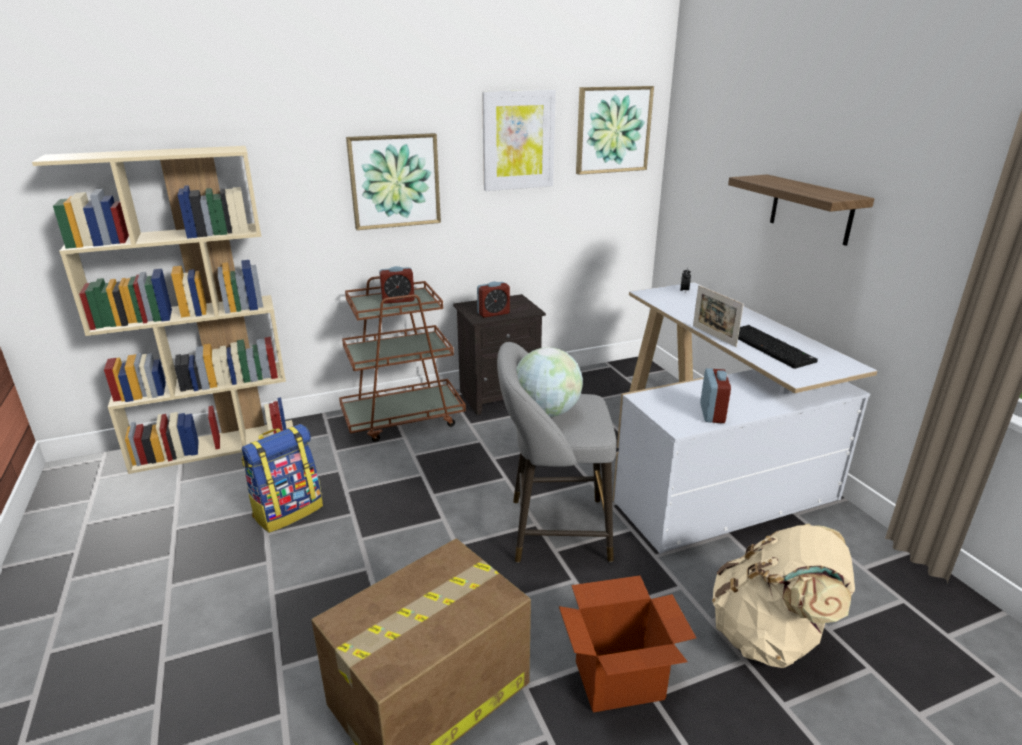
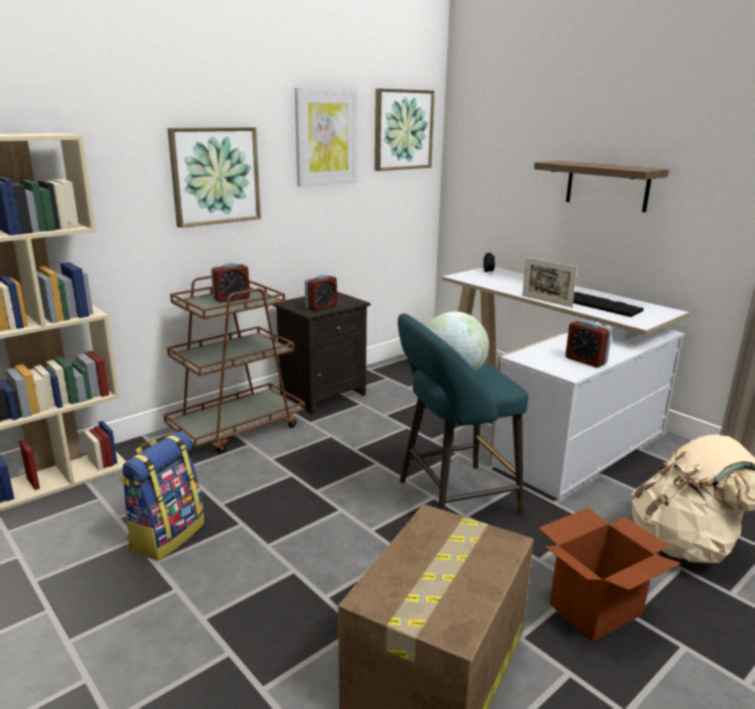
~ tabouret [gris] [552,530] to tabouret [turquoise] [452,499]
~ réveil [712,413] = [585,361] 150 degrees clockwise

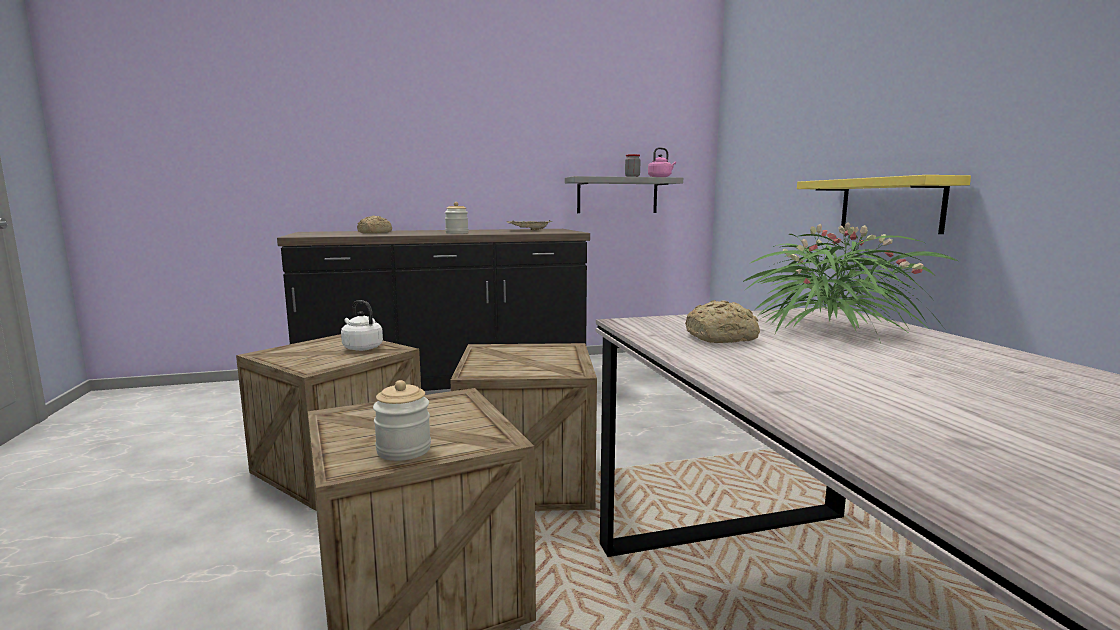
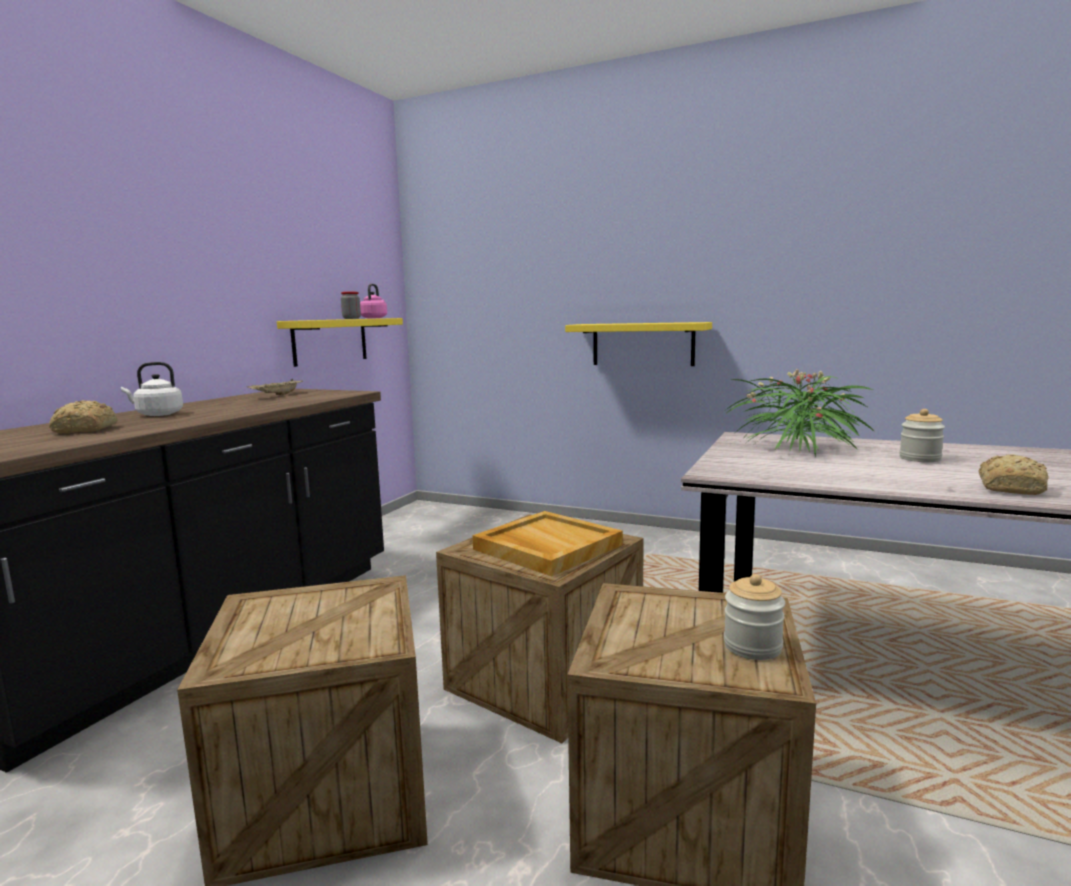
~ étagère [gris] [617,195] to étagère [jaune] [330,341]
~ bocal [457,233] to [920,458]
~ bouilloire [blanc] [361,348] to [157,414]
~ pain [722,338] to [1011,488]
+ plateau [beige] [546,547]

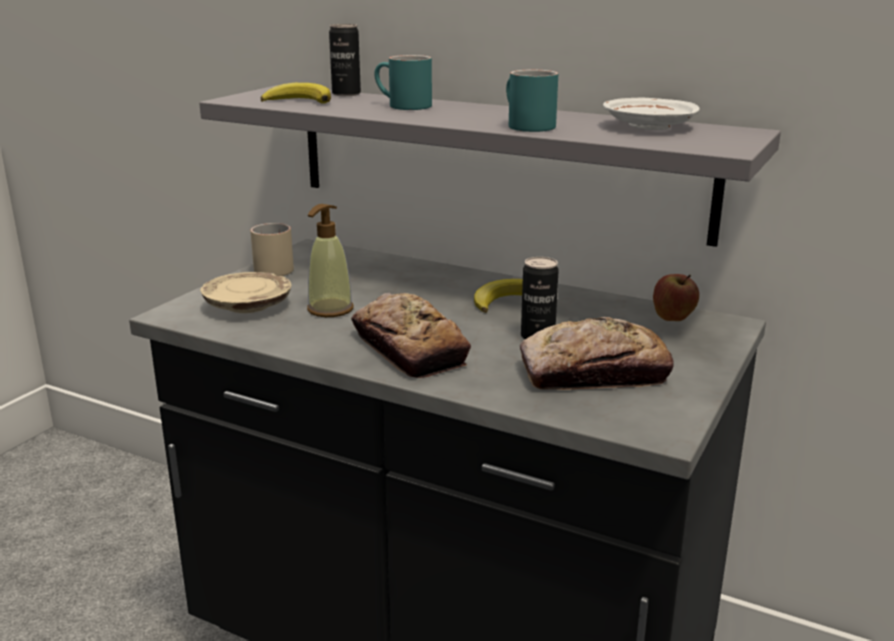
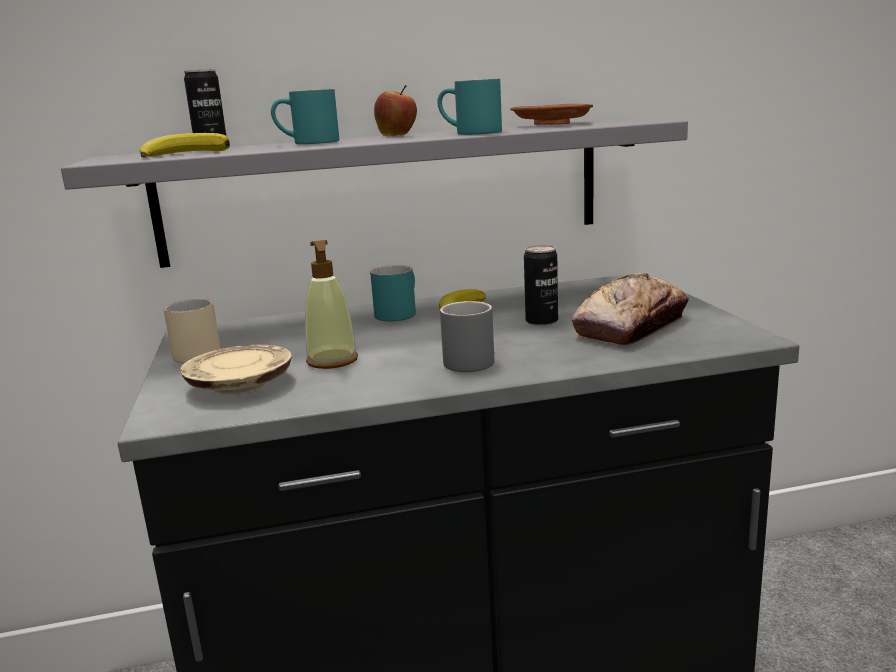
~ assiette [blanc] [648,126] to assiette [marron] [551,124]
~ pomme [673,319] to [397,135]
~ pain [409,349] to mug [gris] [471,359]
+ mug [turquoise] [398,313]

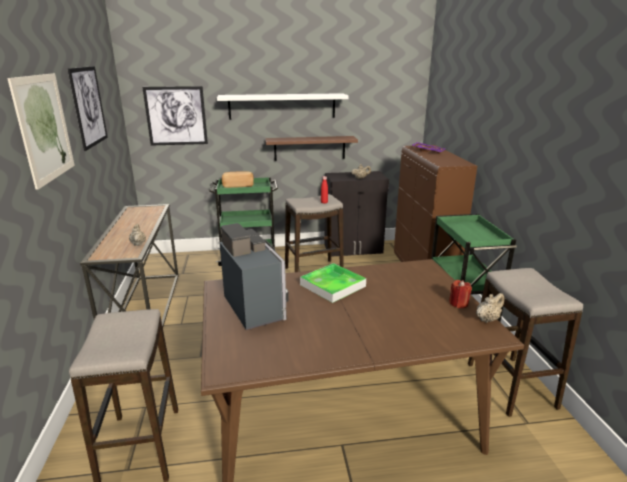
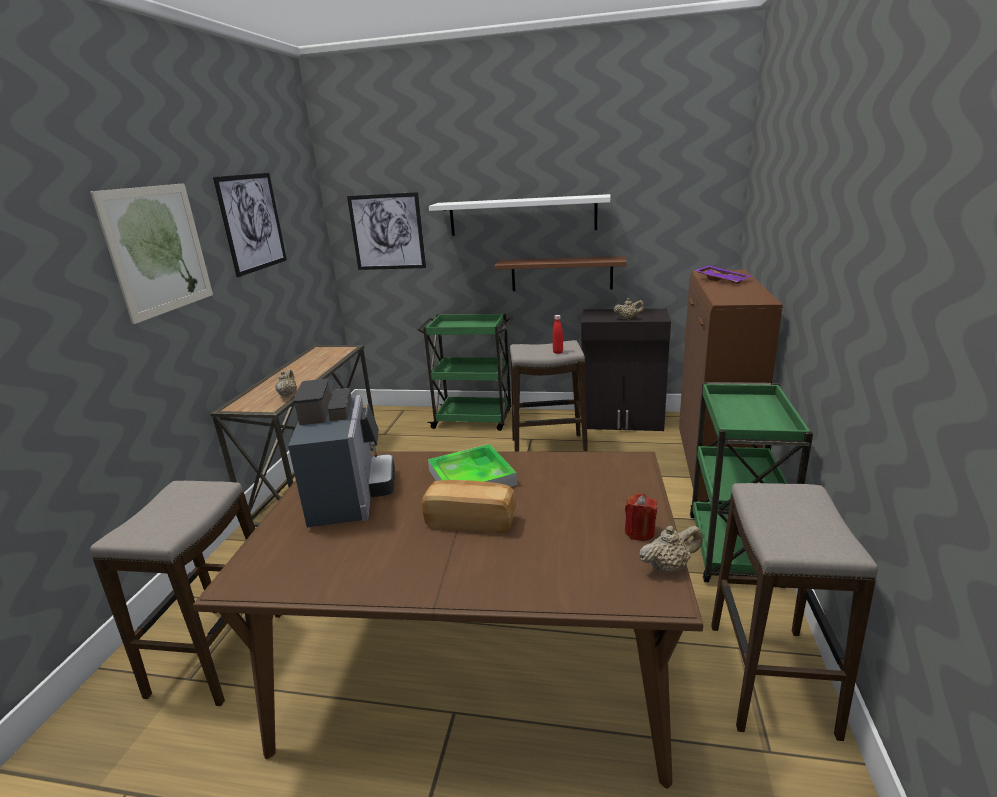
~ pain [238,185] to [471,520]

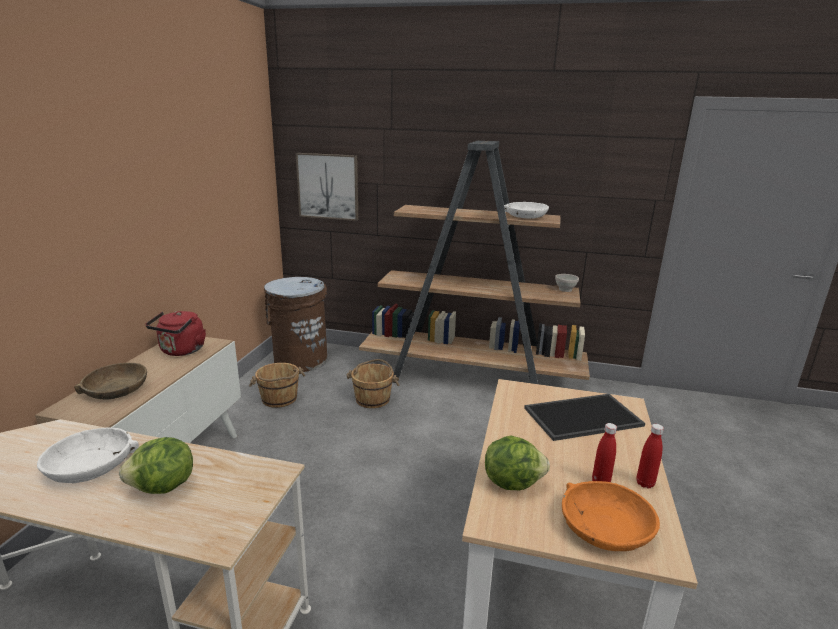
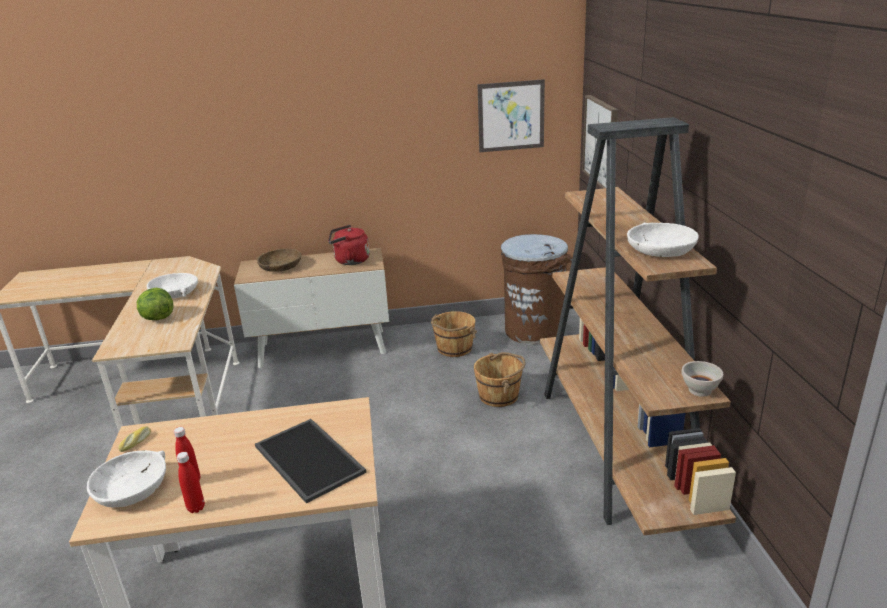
- laitue [512,482]
~ bol [orange] [604,527] to bol [blanc] [131,488]
+ tableau [511,116]
+ pain [136,442]

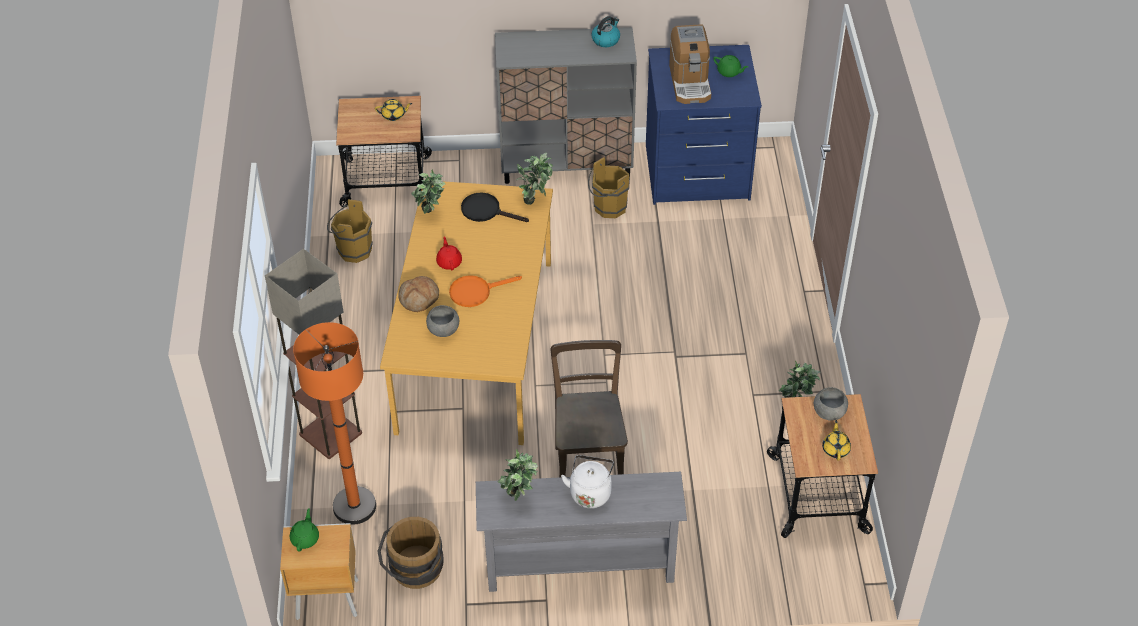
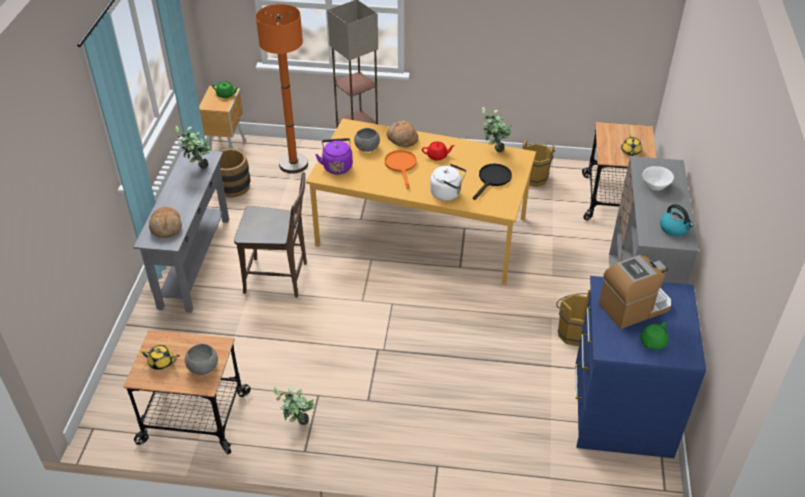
~ machine à café [690,82] = [634,307] 150 degrees clockwise
- plante en pot [536,200]
~ bouilloire [blanc] [590,492] to [447,193]
+ bouilloire [violet] [337,166]
+ bol [blanc] [655,185]
+ pain [166,227]

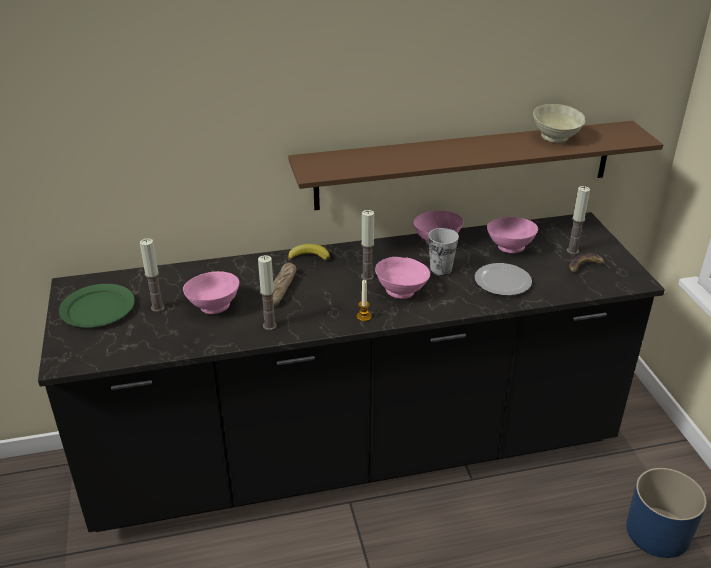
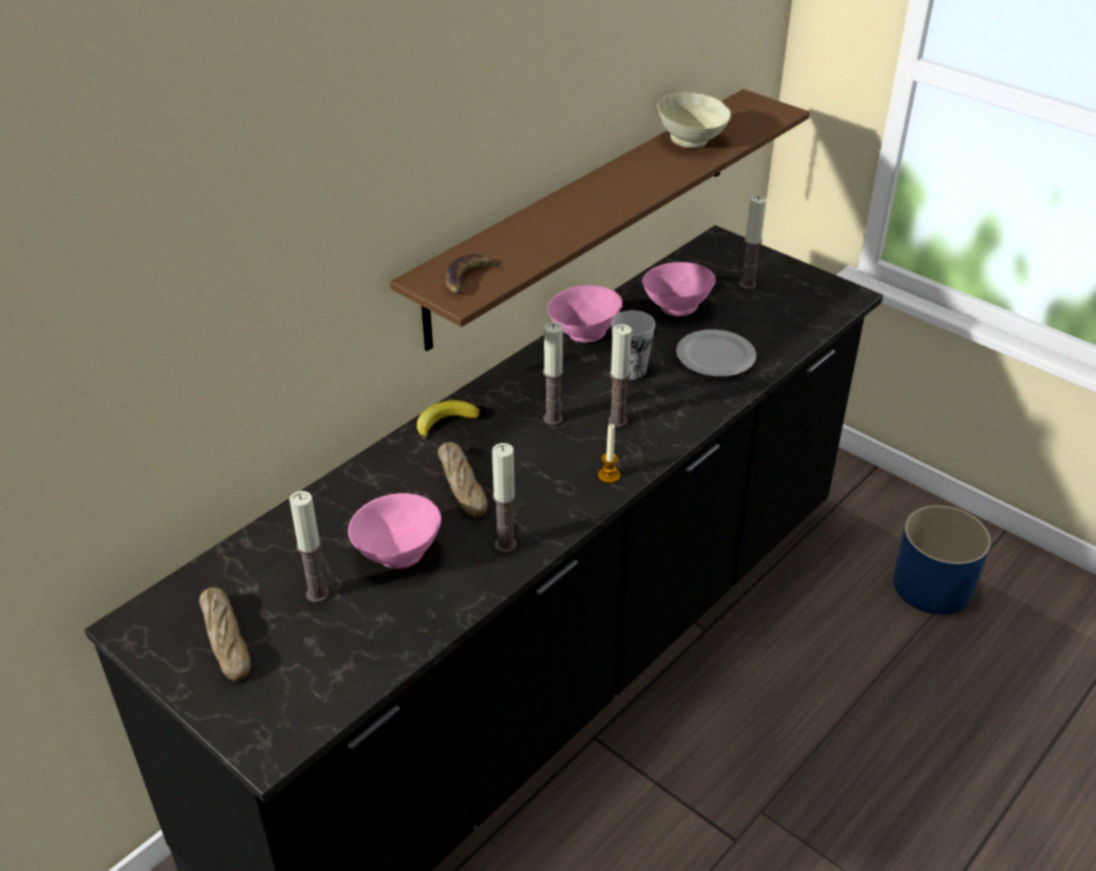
~ banane [586,267] to [469,278]
~ bol [rose] [402,291] to bougie [617,420]
~ assiette [vert] [98,308] to pain [226,639]

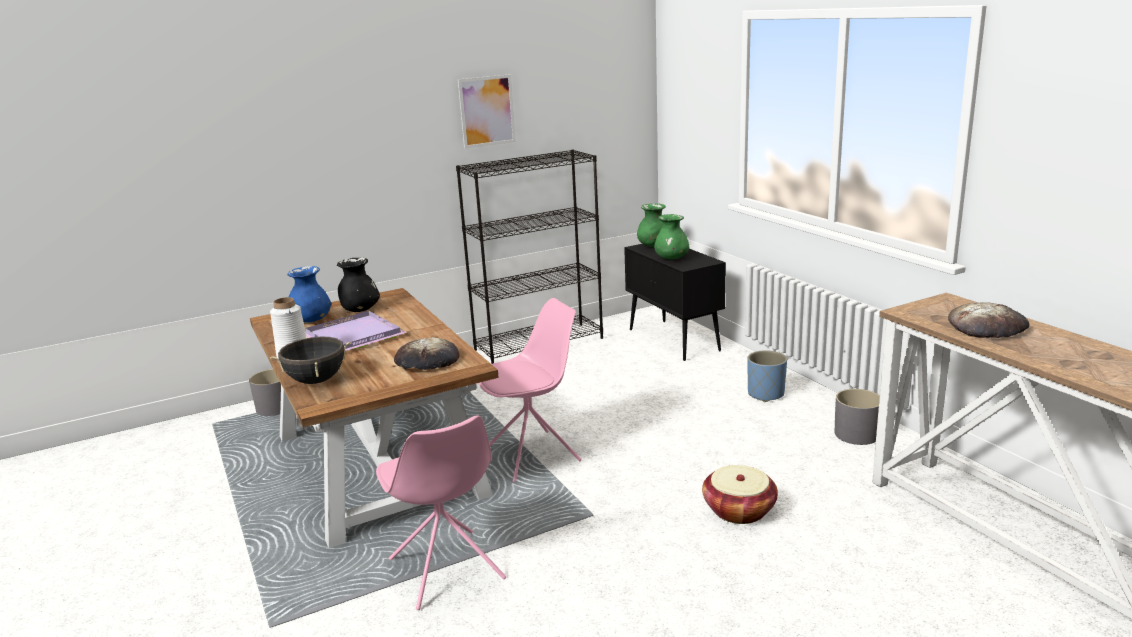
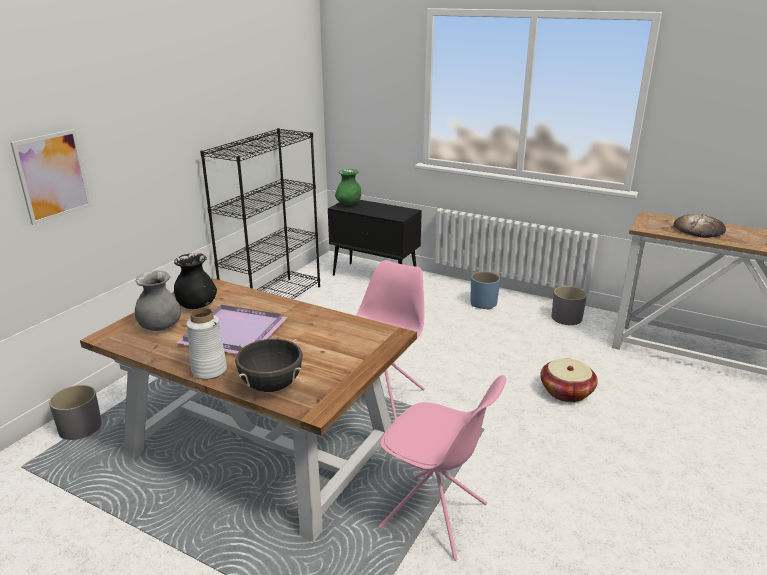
~ tableau [487,111] to [53,176]
- vase [vert] [672,258]
~ vase [bleu] [311,320] to vase [gris] [160,327]
- pain [427,360]

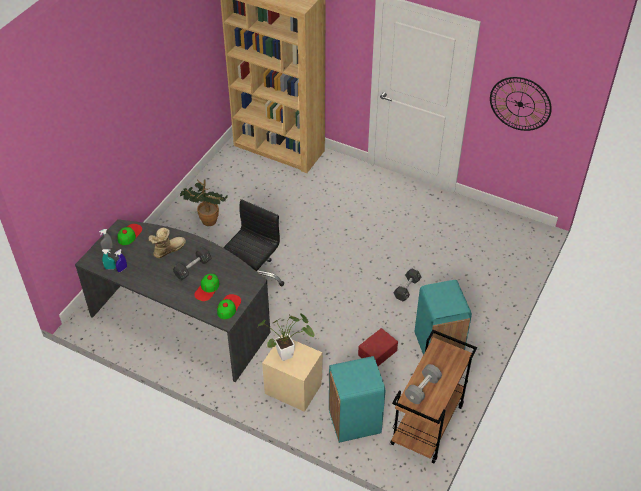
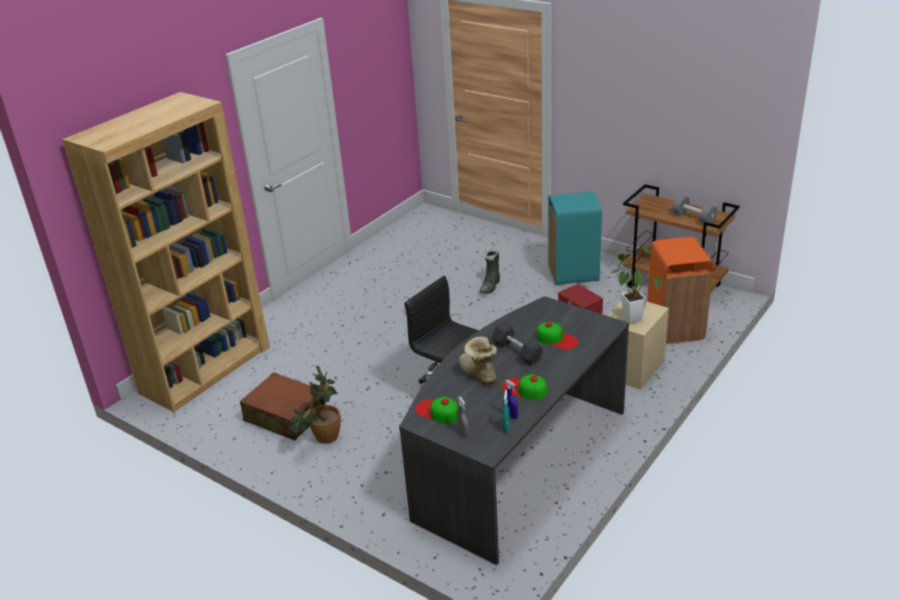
- horloge murale [520,104]
~ haltère [noir] [407,289] to botte [noir] [490,286]
~ casquette [228,306] to [524,389]
~ poubelle [turquoise] [354,422] to poubelle [orange] [674,329]
+ valise [marron] [285,416]

